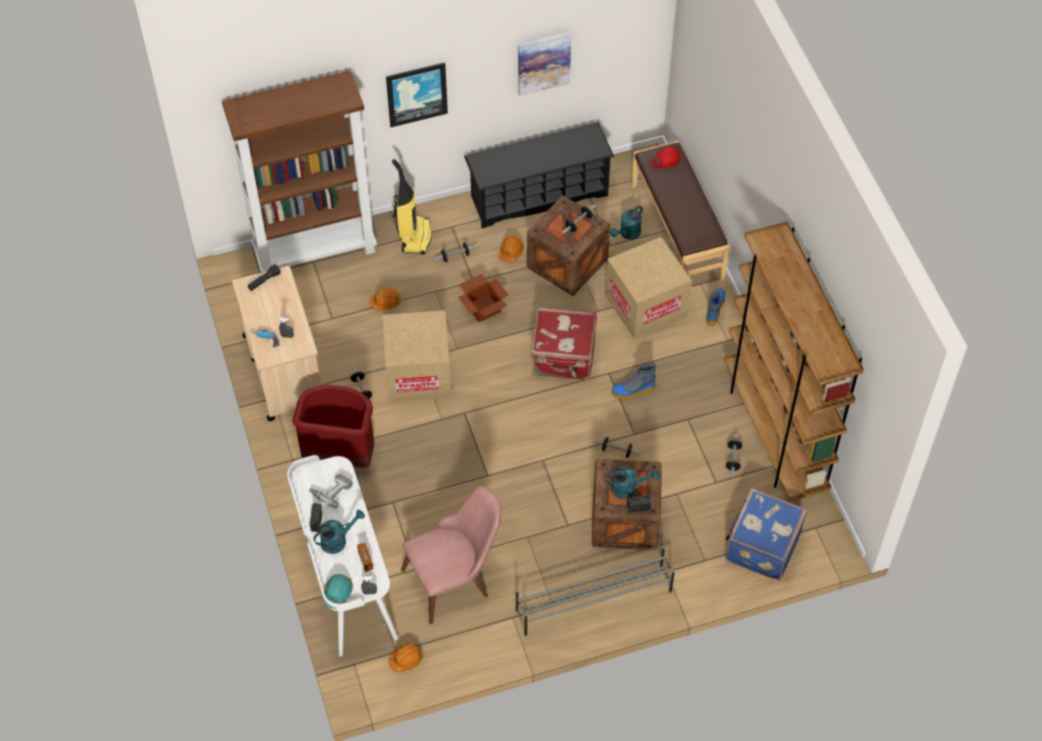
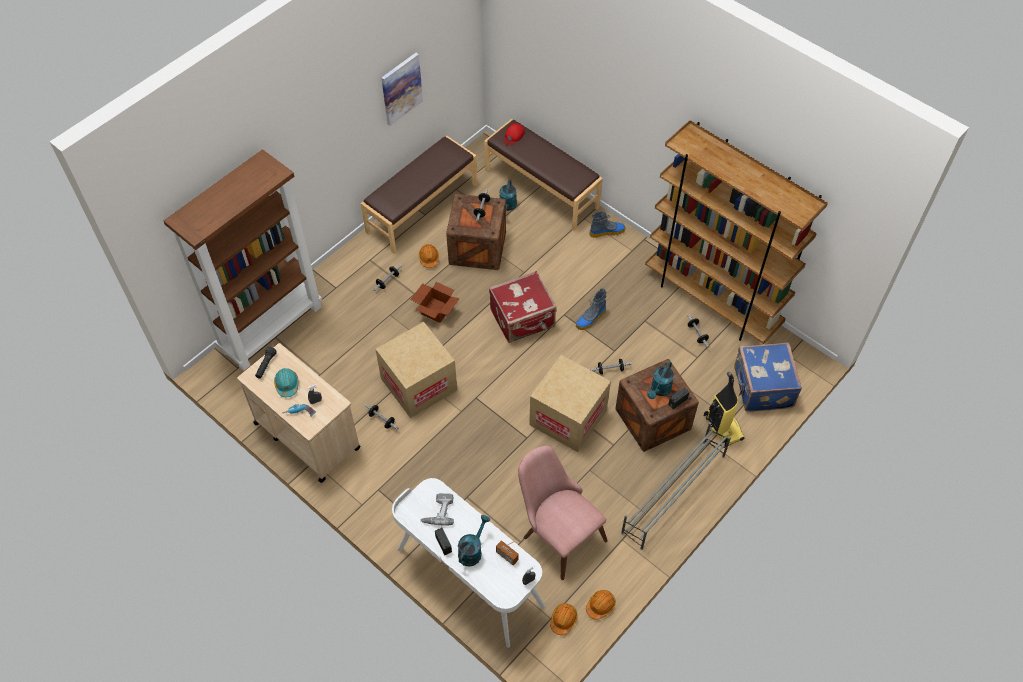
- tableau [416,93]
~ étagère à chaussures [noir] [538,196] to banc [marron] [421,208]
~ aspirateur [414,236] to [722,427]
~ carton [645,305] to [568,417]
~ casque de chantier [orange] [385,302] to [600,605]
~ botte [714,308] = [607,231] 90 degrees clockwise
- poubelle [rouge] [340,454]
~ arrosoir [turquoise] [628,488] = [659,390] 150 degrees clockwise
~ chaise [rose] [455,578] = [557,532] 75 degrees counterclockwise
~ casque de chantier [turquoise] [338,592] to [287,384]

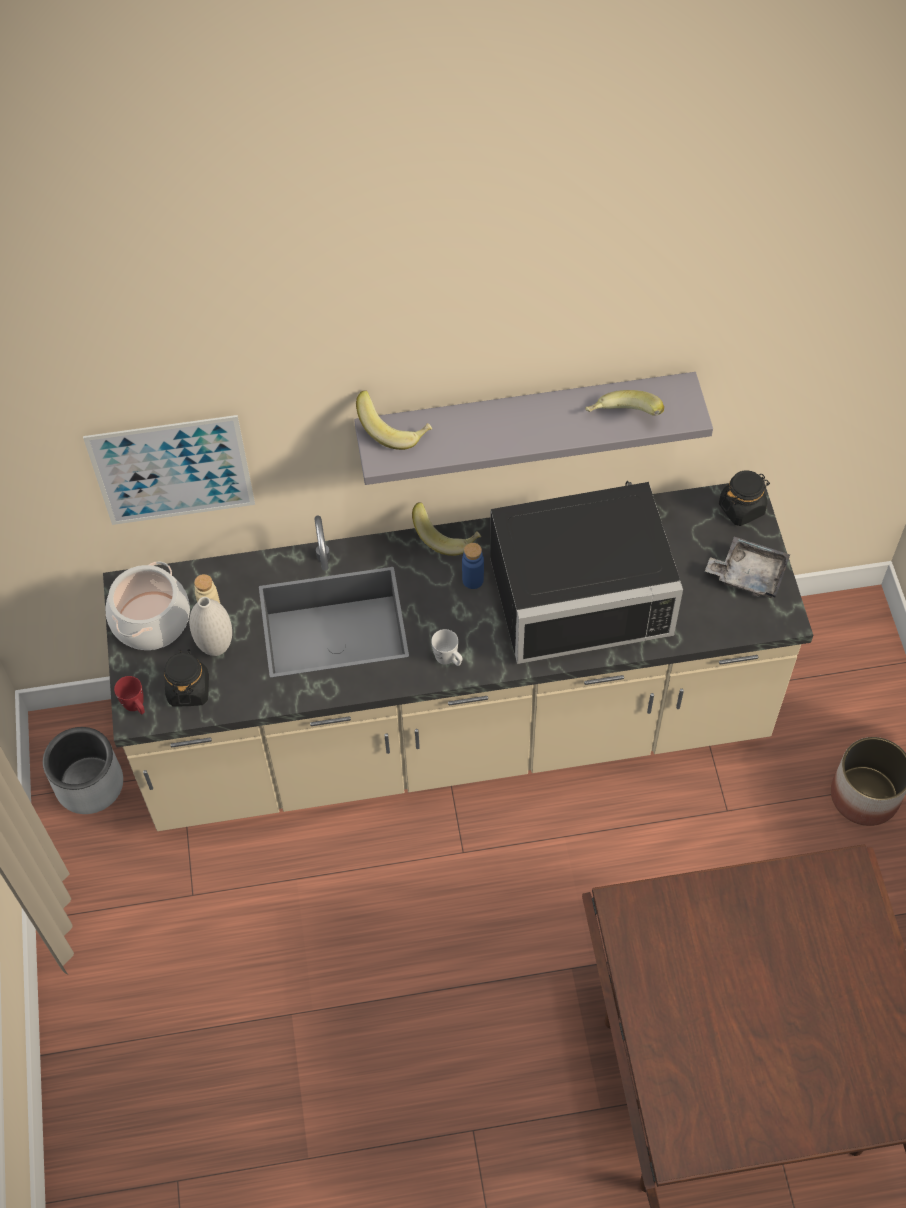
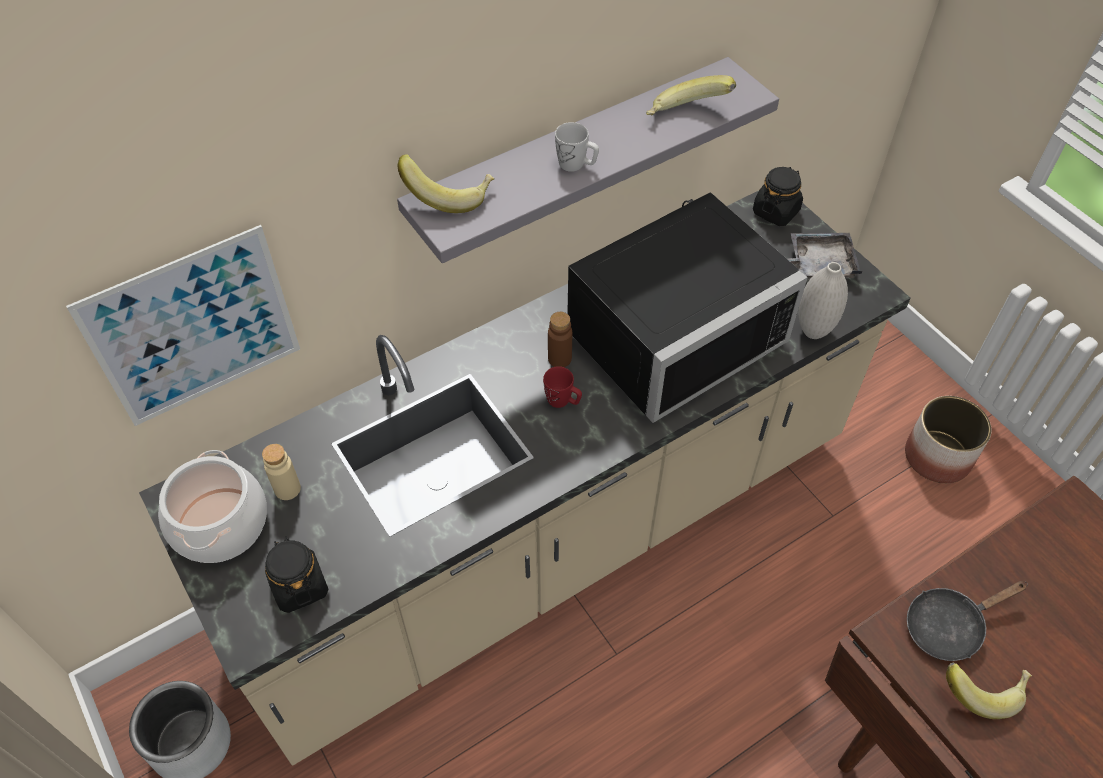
~ banane [446,536] to [982,689]
~ bouteille [bleu] [473,580] to bouteille [marron] [559,358]
~ vase [blanc] [216,647] to [813,331]
~ mug [blanc] [448,659] to [576,165]
~ mug [rouge] [136,706] to [563,401]
+ poêle [noir] [949,626]

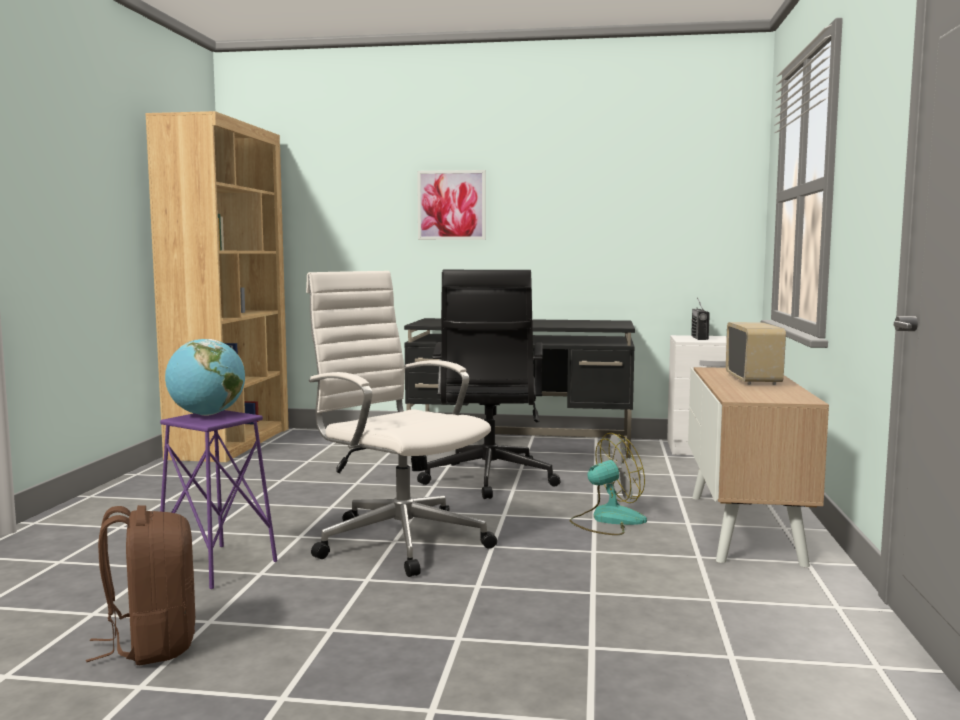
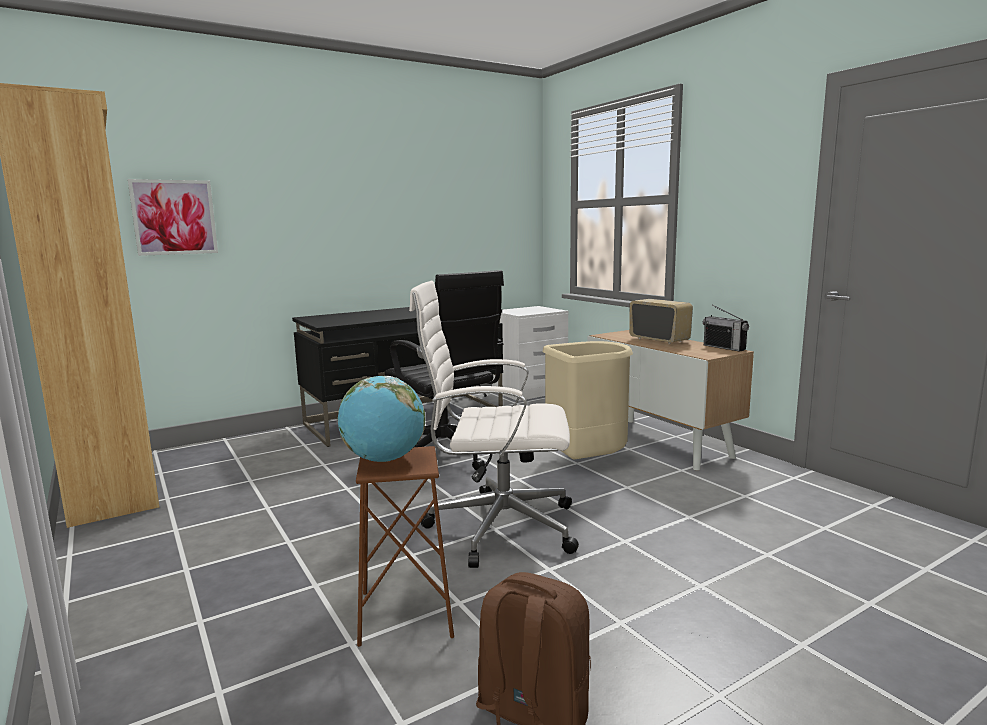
~ tableau [451,205] to [174,217]
~ radio [699,338] to [724,347]
~ tabouret [violet] [217,566] to tabouret [marron] [406,614]
~ ventilateur [607,520] to poubelle [beige] [586,461]

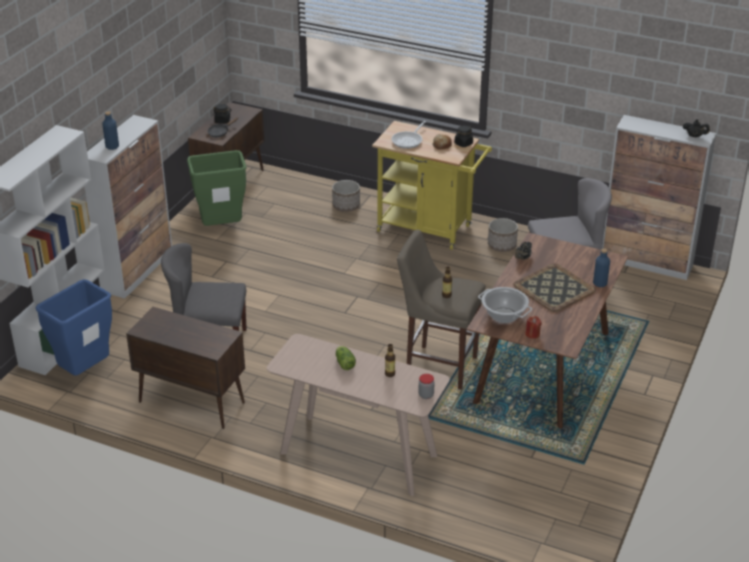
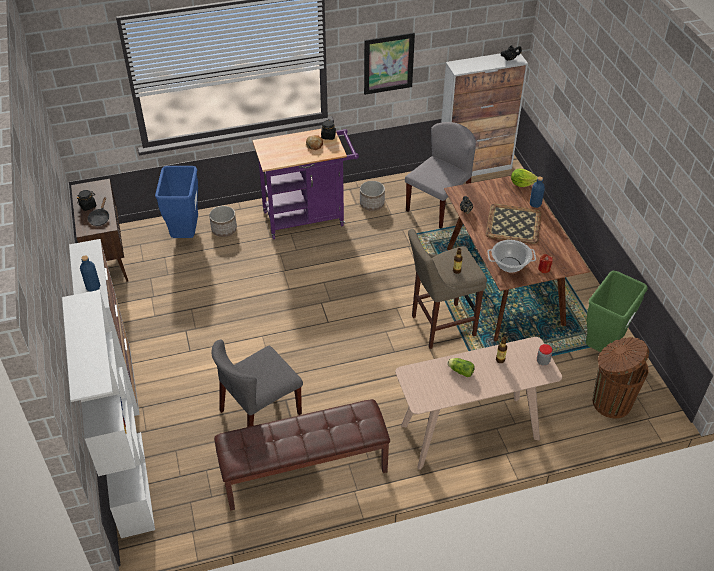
~ chariot [jaune] [430,229] to chariot [violet] [308,217]
- poêle [408,141]
~ poubelle [vert] [222,227] to [603,346]
~ poubelle [bleu] [85,370] to [185,234]
~ meuble de rangement [marron] [190,402] to banc [marron] [304,472]
+ tableau [388,63]
+ laitue [522,184]
+ poubelle [marron] [610,402]

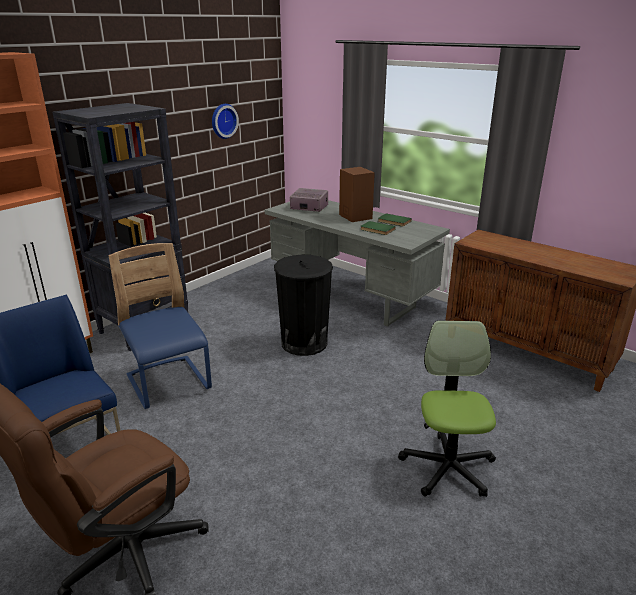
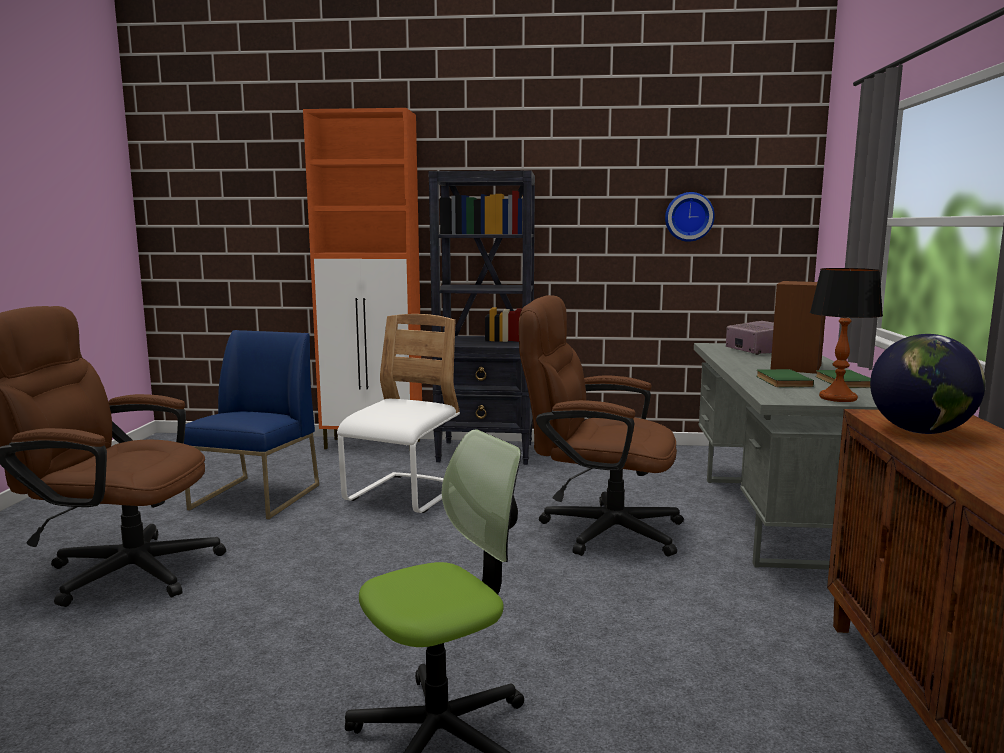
~ chaise [bleu] [168,384] to chaise [blanc] [404,495]
~ poubelle [noir] [304,343] to chaise de bureau [marron] [597,529]
+ lampe de table [837,398]
+ globe [921,431]

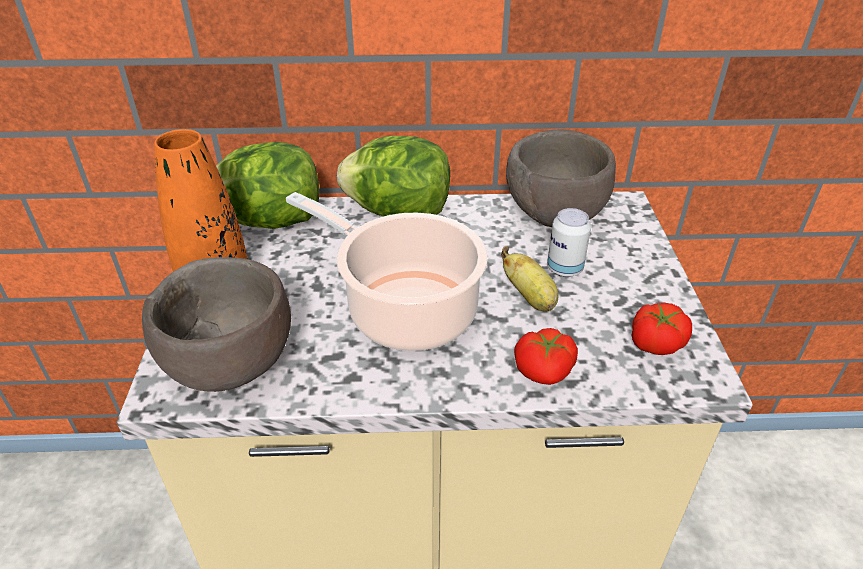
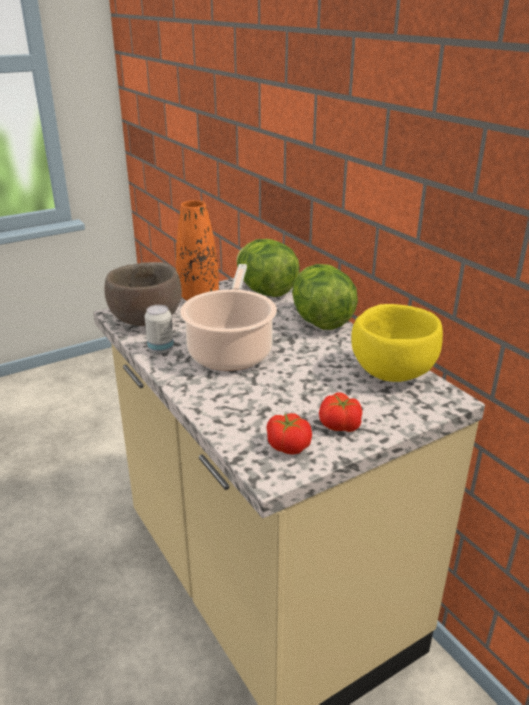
~ bol [marron] [553,215] to bol [jaune] [392,372]
~ boîte métallique [564,269] to [161,349]
- banane [530,297]
~ tomate [544,371] to [339,425]

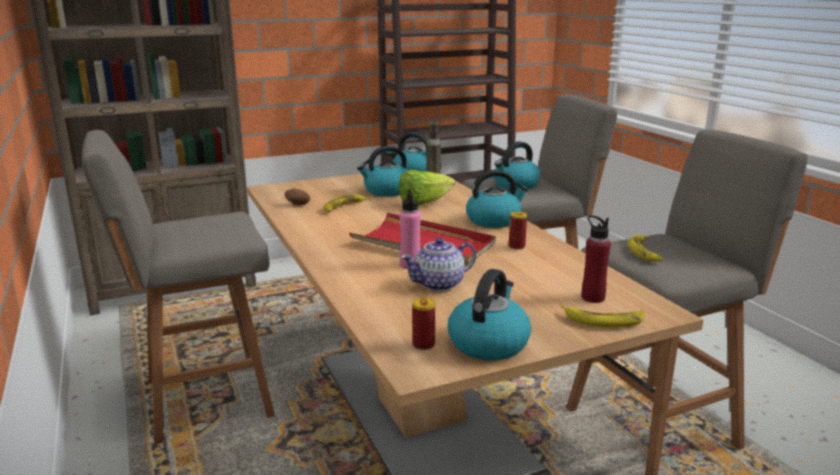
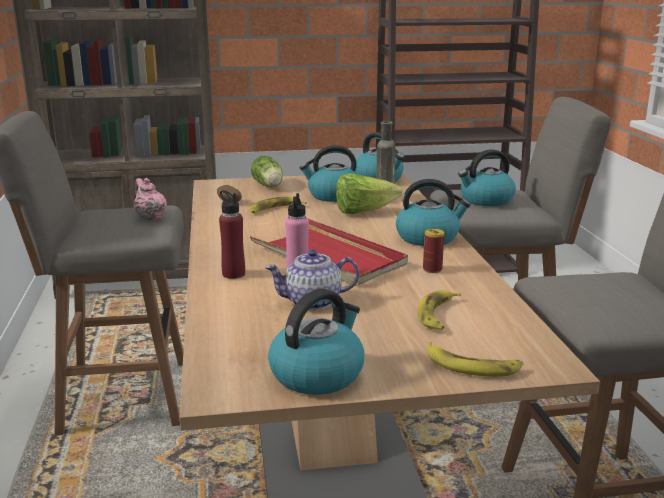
~ bouteille [rouge] [592,297] to [233,274]
~ banane [645,252] to [438,315]
- boîte métallique [423,345]
+ laitue [269,186]
+ théière [rose] [150,217]

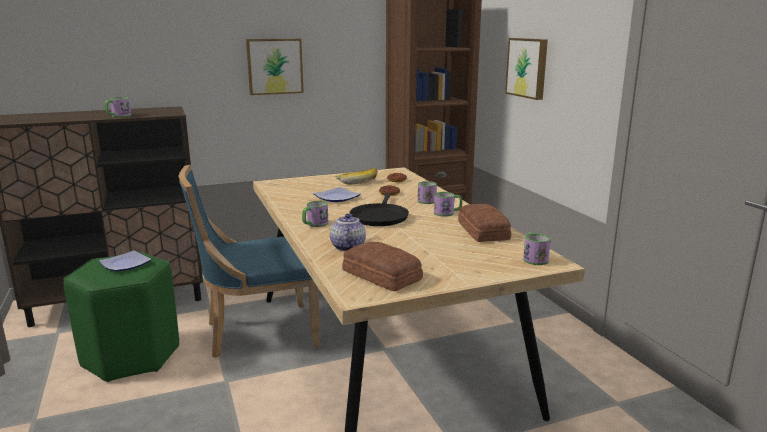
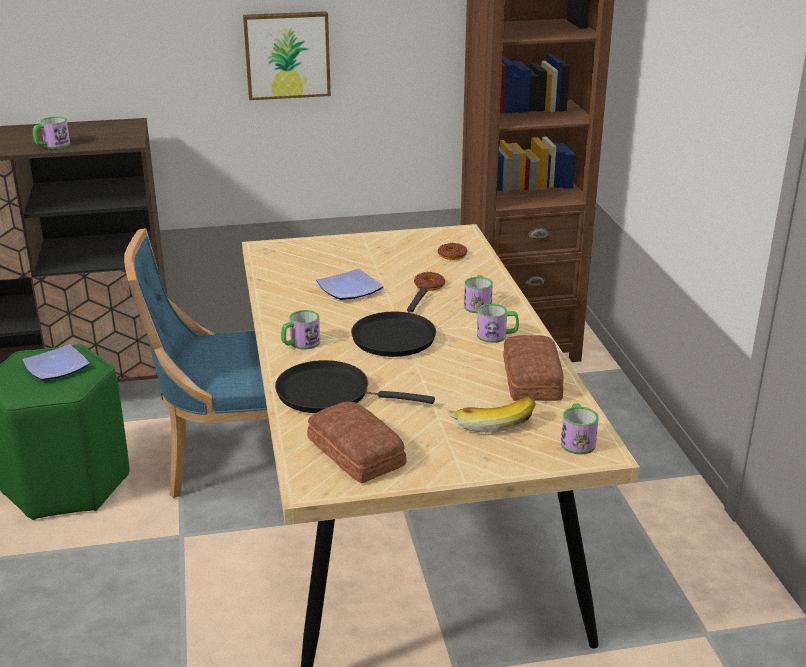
- tableau [528,67]
~ banane [357,181] to [492,421]
~ théière [347,247] to poêle [noir] [330,393]

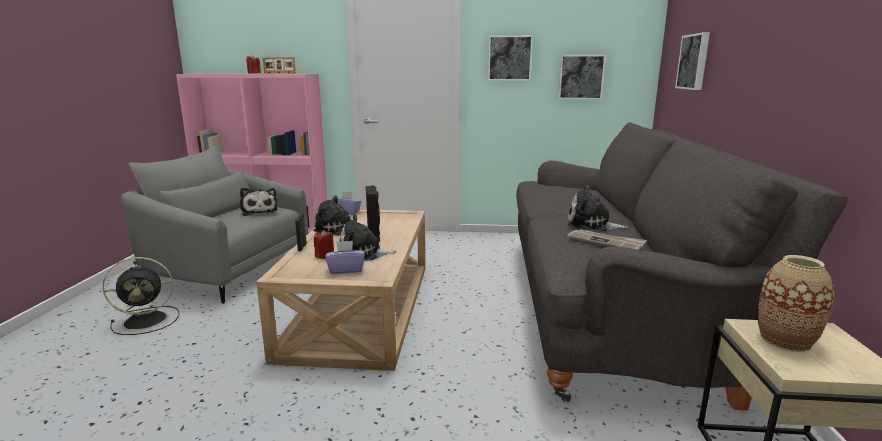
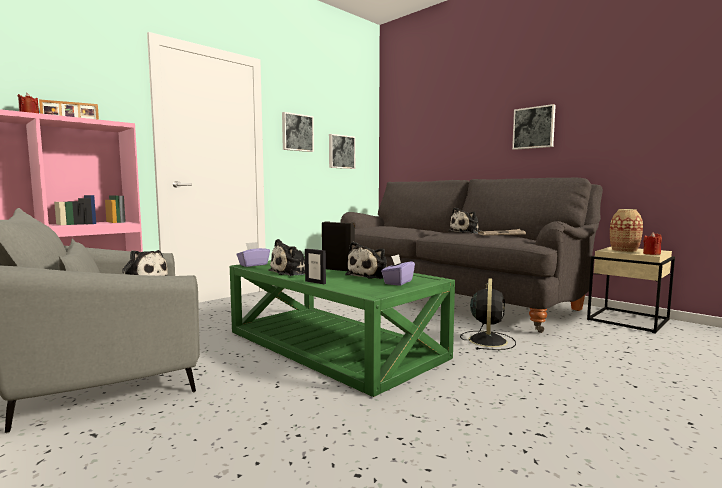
~ tableau [694,62] to [534,128]
~ table basse [beige] [362,308] to table basse [vert] [334,344]
~ bougie [rouge] [325,256] to [651,254]
~ ventilateur [noir] [147,320] to [487,340]

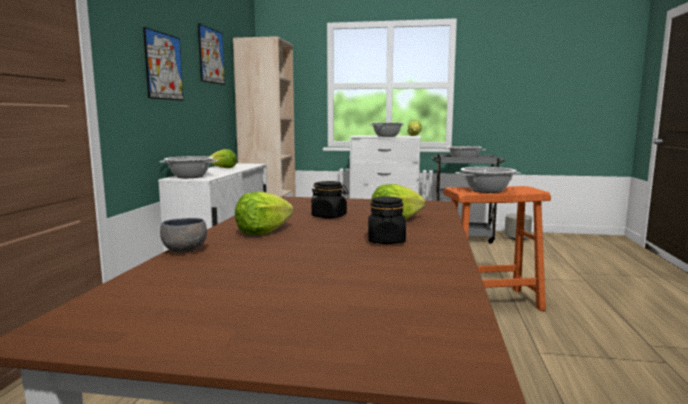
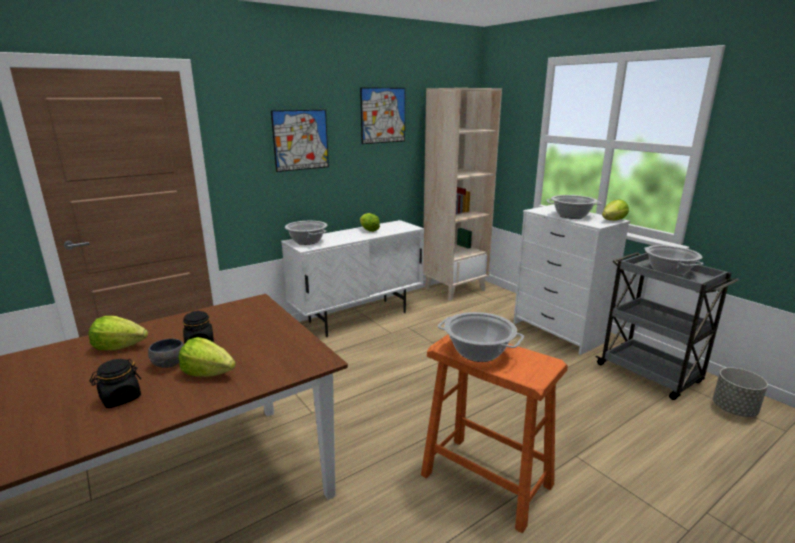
~ bol [gris] [185,250] to [170,364]

